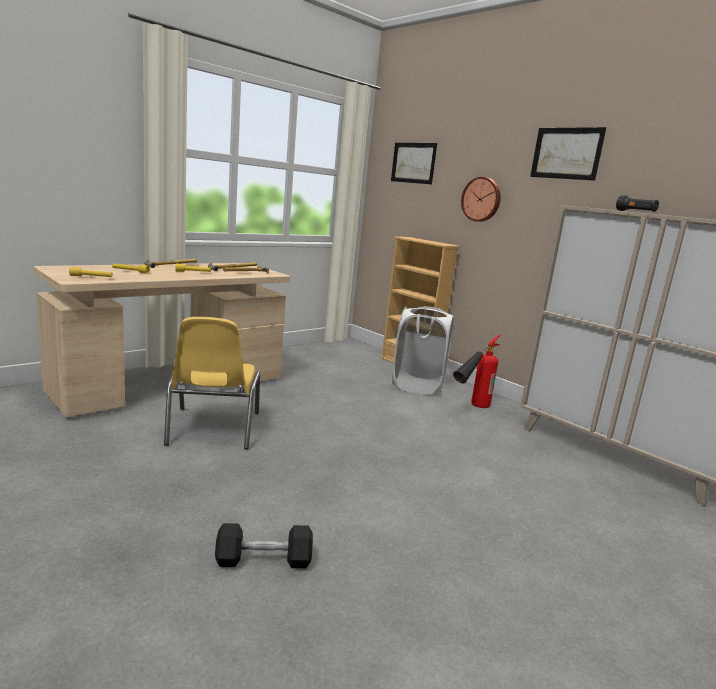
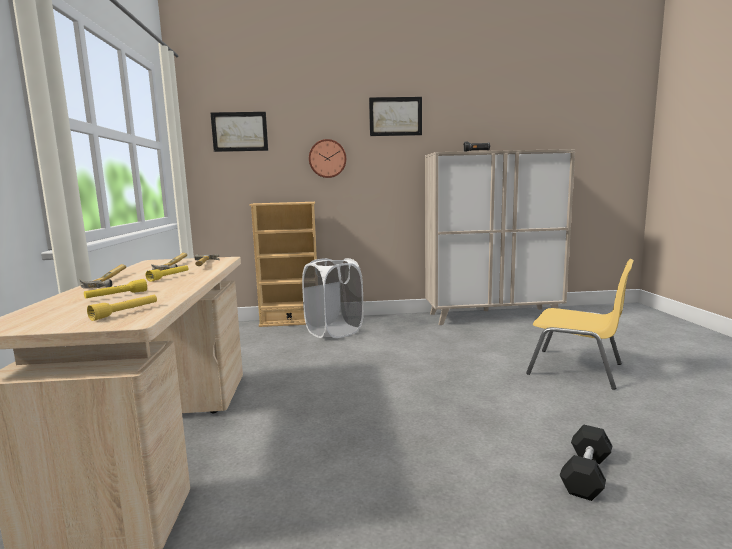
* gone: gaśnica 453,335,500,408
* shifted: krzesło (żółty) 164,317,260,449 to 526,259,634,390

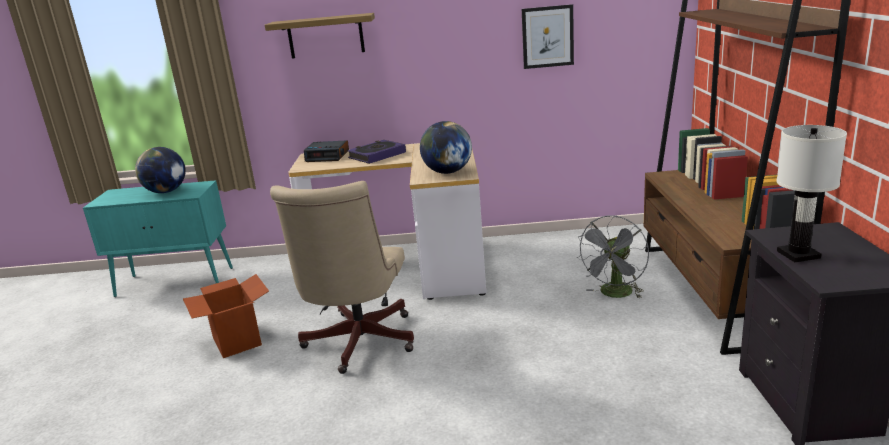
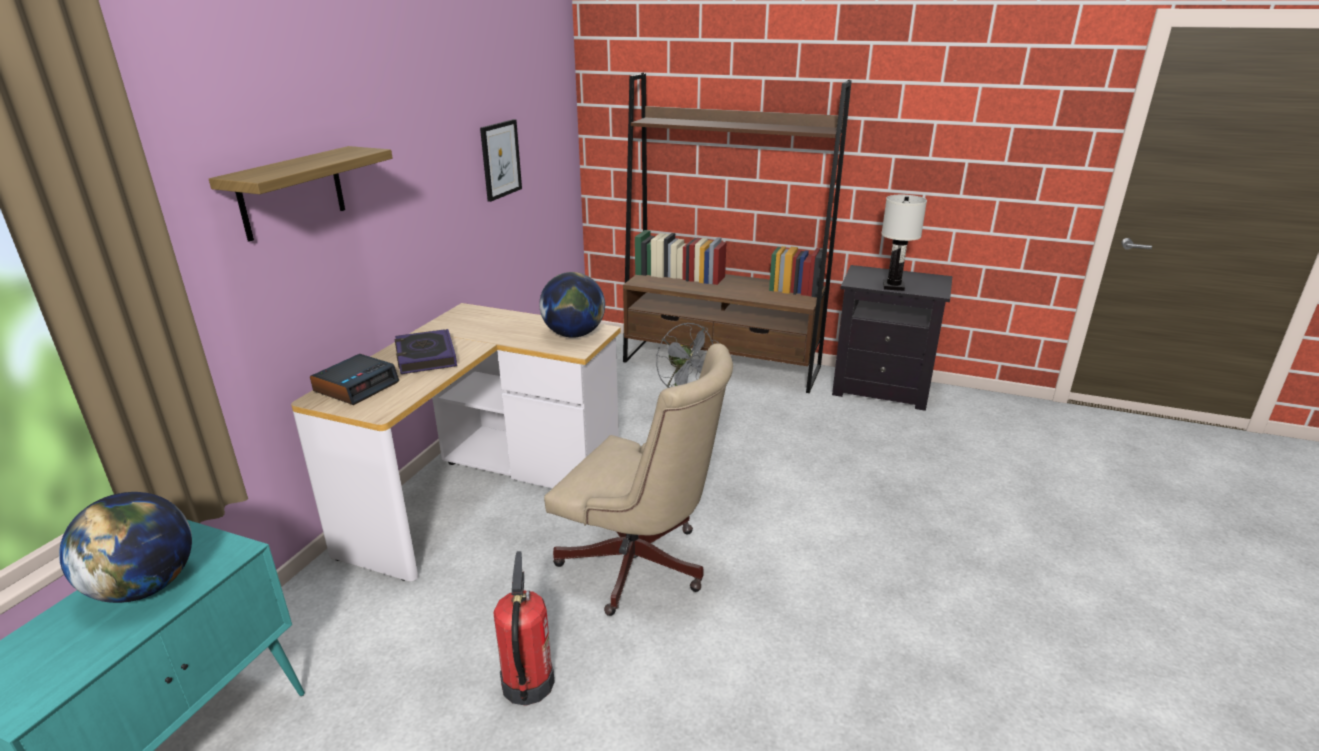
* swapped: karton 183,274,269,358 to gaśnica 493,551,555,706

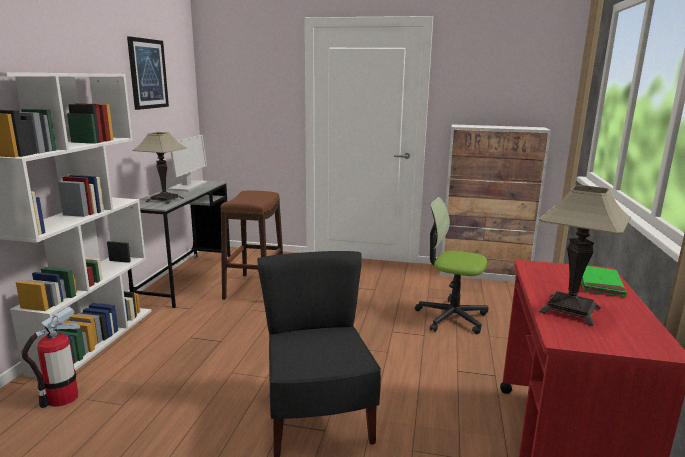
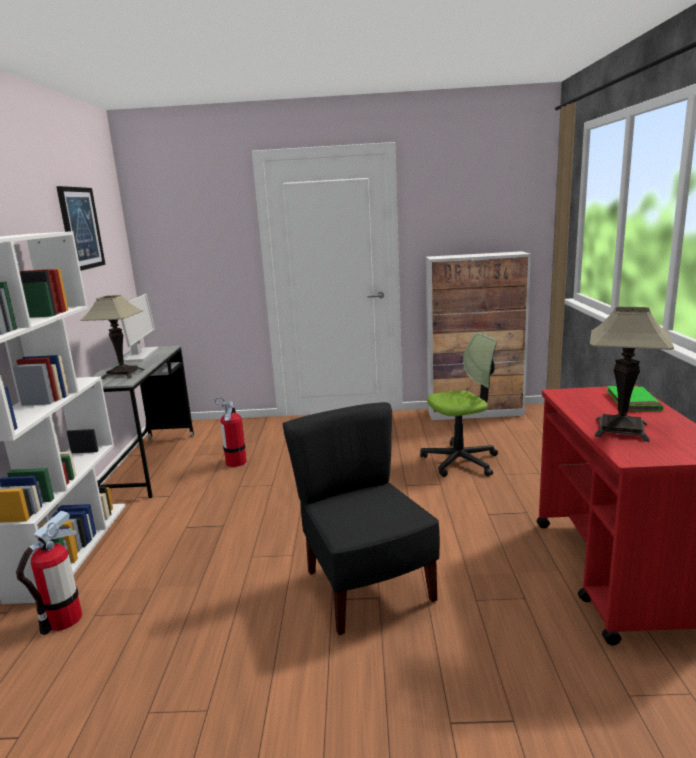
* swapped: stołek (brązowy) 221,191,283,300 to gaśnica 215,397,247,467
* rotated: krzesło biurowe 415,197,488,334 = 420,333,498,477 150 degrees clockwise

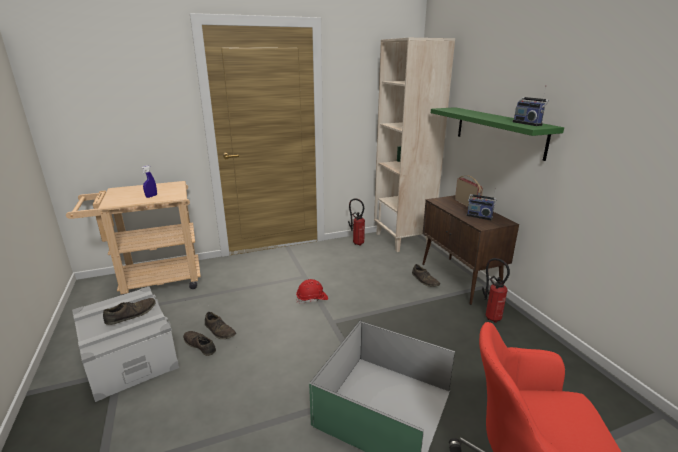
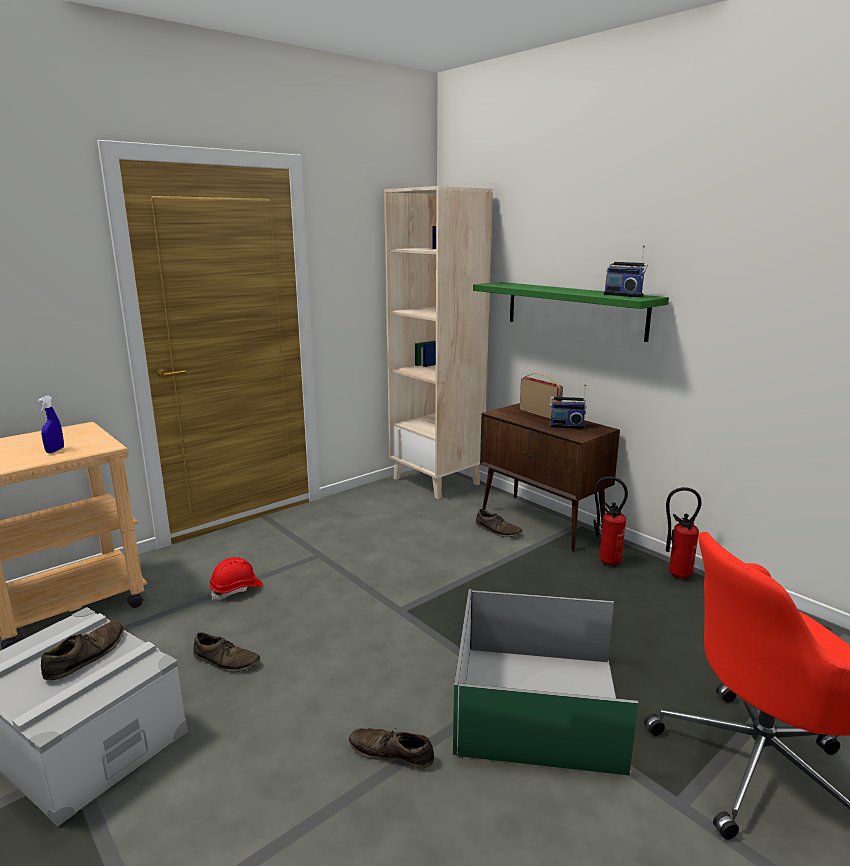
* shifted: but (brązowy) 183,331,216,356 to 349,728,434,769
* shifted: kask (czerwony) 296,279,328,304 to 209,557,263,600
* shifted: gaśnica 348,199,365,246 to 666,487,702,580

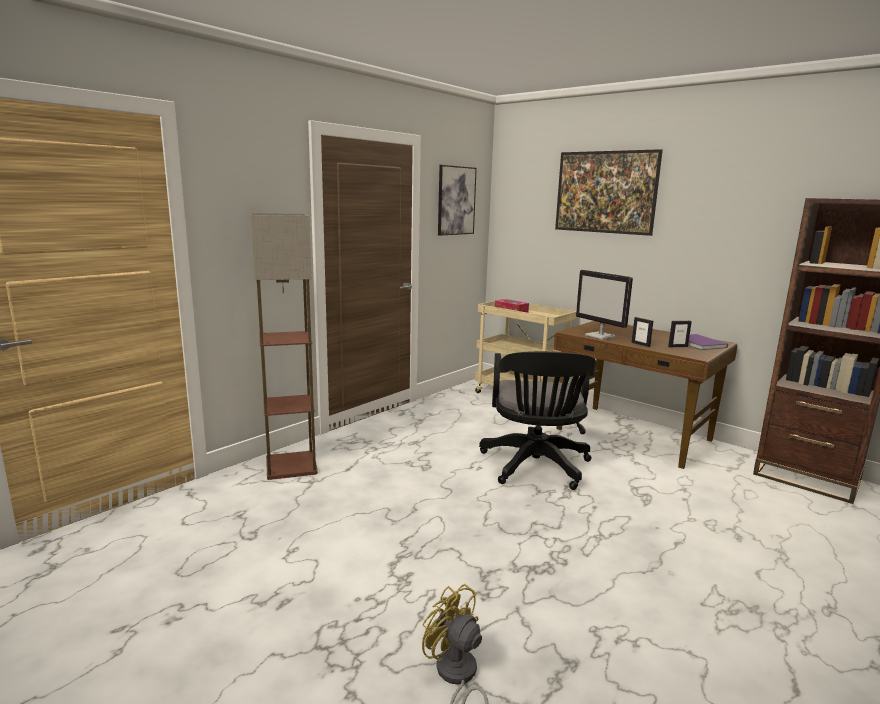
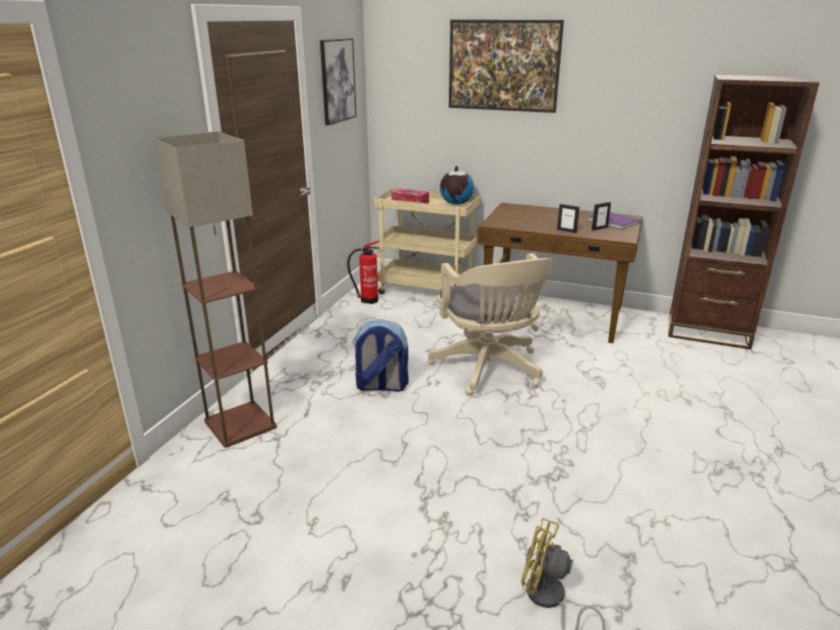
* gone: monitor 576,270,633,340
* new: gaśnica 347,241,380,304
* new: plecak 352,319,409,392
* new: globus 440,166,474,205
* repainted: krzesło biurowe (czarny) 479,351,596,490 to krzesło biurowe (beżowy) 427,253,553,396

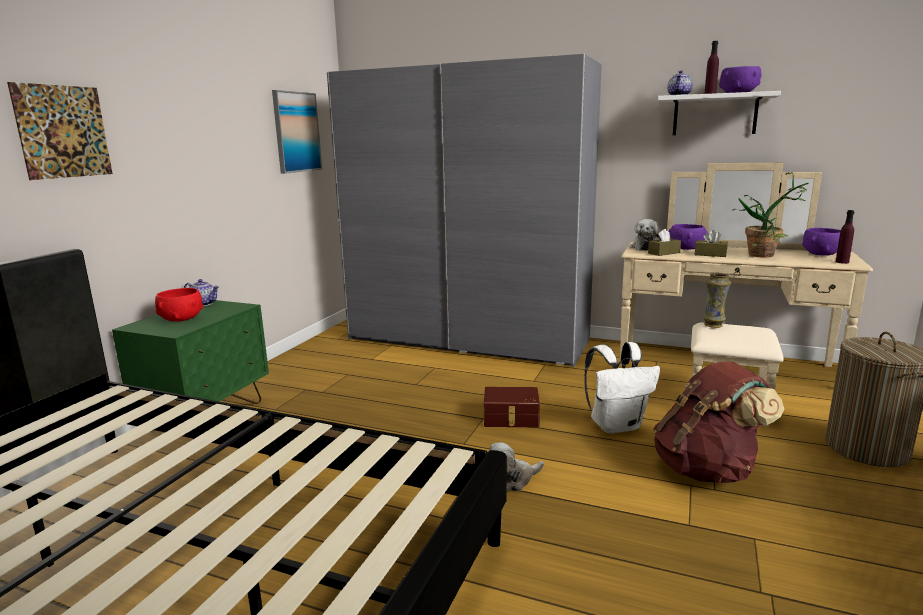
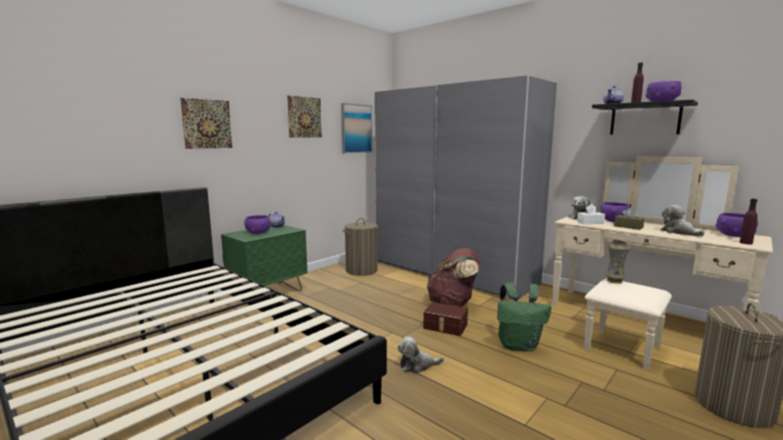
* new: obraz 287,96,322,138
* new: kosz na pranie 343,218,378,276
* shifted: plecak (brązowy) 653,361,785,483 to 427,248,481,307
* swapped: roślina doniczkowa 733,172,809,258 to pluszak 661,205,705,236
* repainted: miska (czerwony) 155,288,203,322 to miska (fioletowy) 244,215,271,234
* repainted: plecak (biały) 584,342,660,434 to plecak (zielony) 497,283,552,351
* repainted: pudełko chusteczek (brązowy) 648,229,681,256 to pudełko chusteczek (biały) 577,204,605,224
* repainted: półka (biały) 658,91,781,135 to półka (czarny) 592,100,698,135

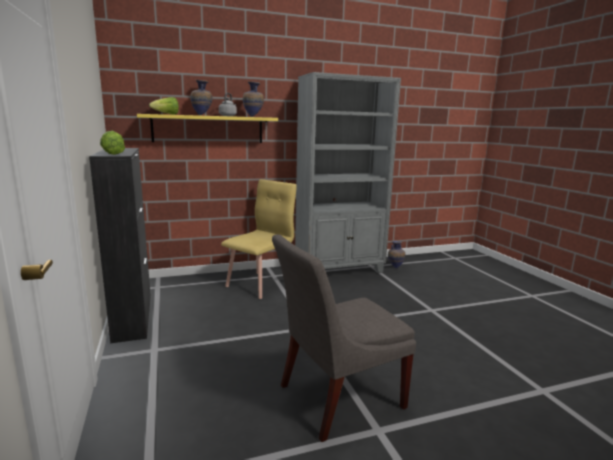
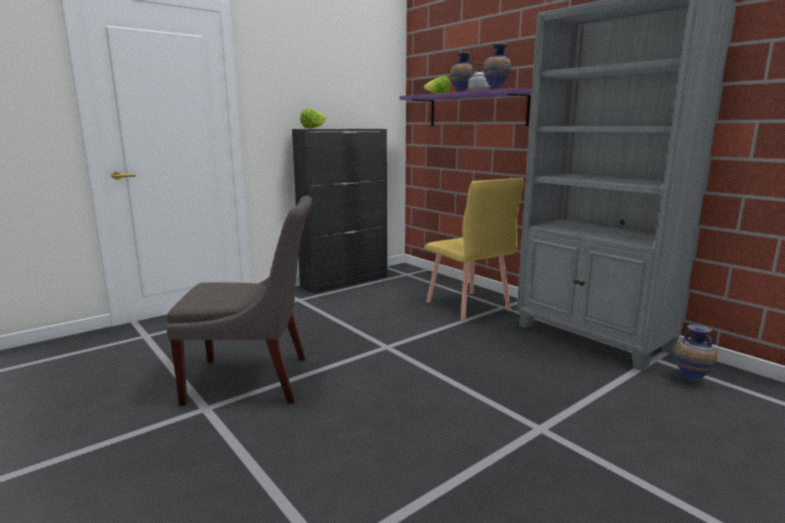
* repainted: półka (żółty) 137,114,278,143 to półka (fioletowy) 400,88,532,126
* rotated: krzesło (żółty) 221,179,297,299 = 425,178,524,321 45 degrees clockwise
* rotated: krzesło (szary) 272,234,416,442 = 166,196,312,406 135 degrees clockwise

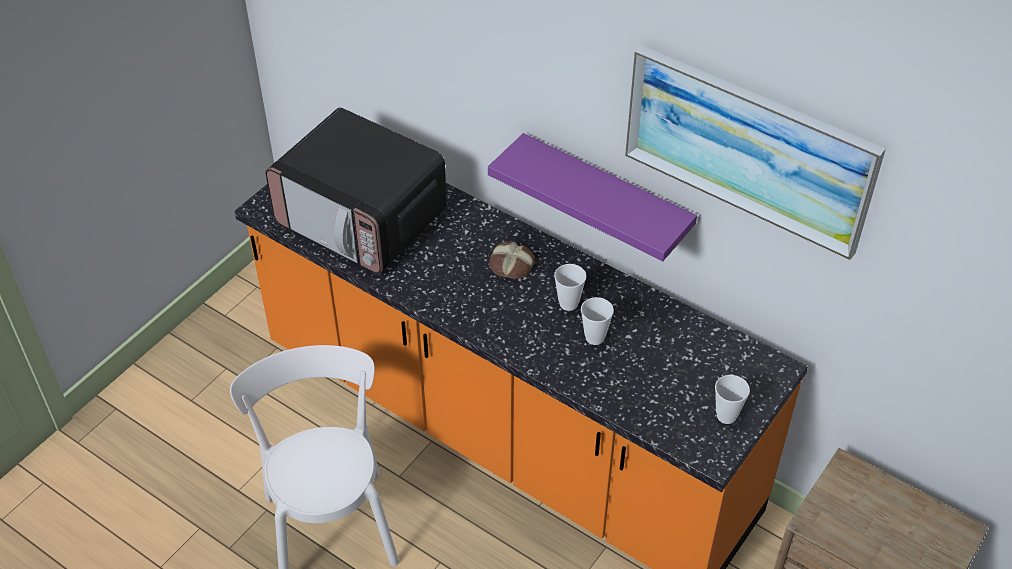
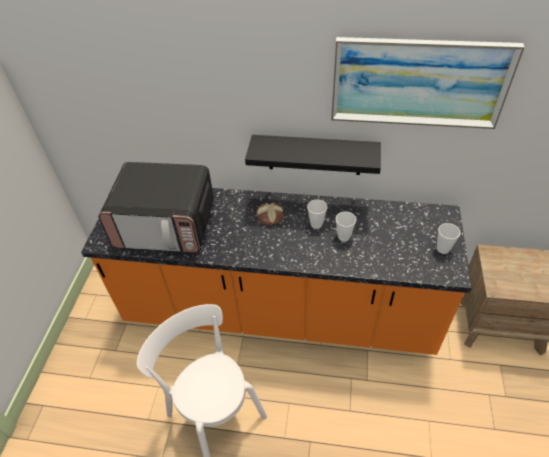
* repainted: półka (fioletowy) 488,133,697,261 to półka (czarny) 245,135,381,175

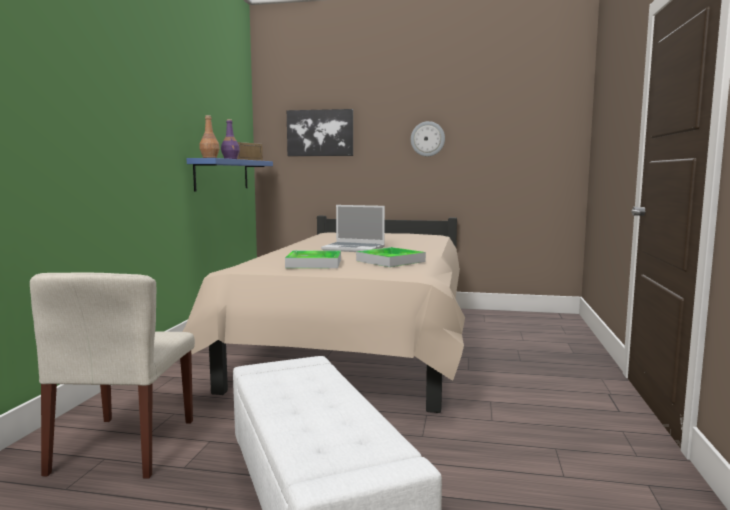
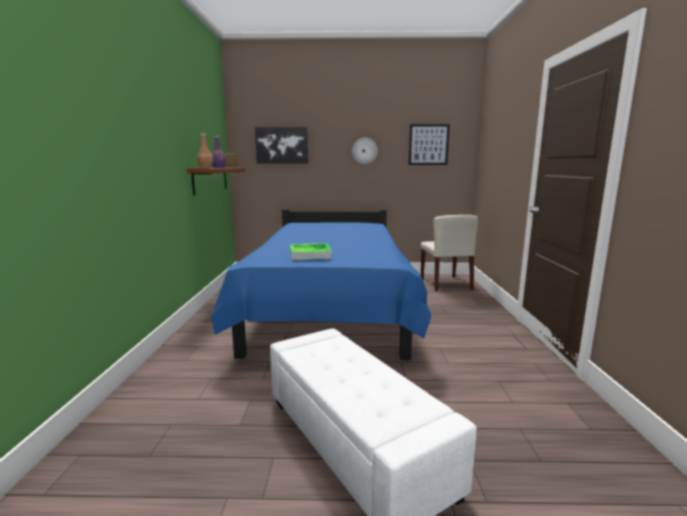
* gone: laptop 321,205,385,252
* gone: taca 356,247,426,267
* new: obraz 408,124,450,165
* shifted: krzesło (beżowy) 30,273,195,479 to 421,215,478,291
* repainted: łóżko (beżowy) 183,216,465,413 to łóżko (niebieski) 211,209,431,360
* repainted: półka (niebieski) 186,158,273,192 to półka (brązowy) 187,168,246,195

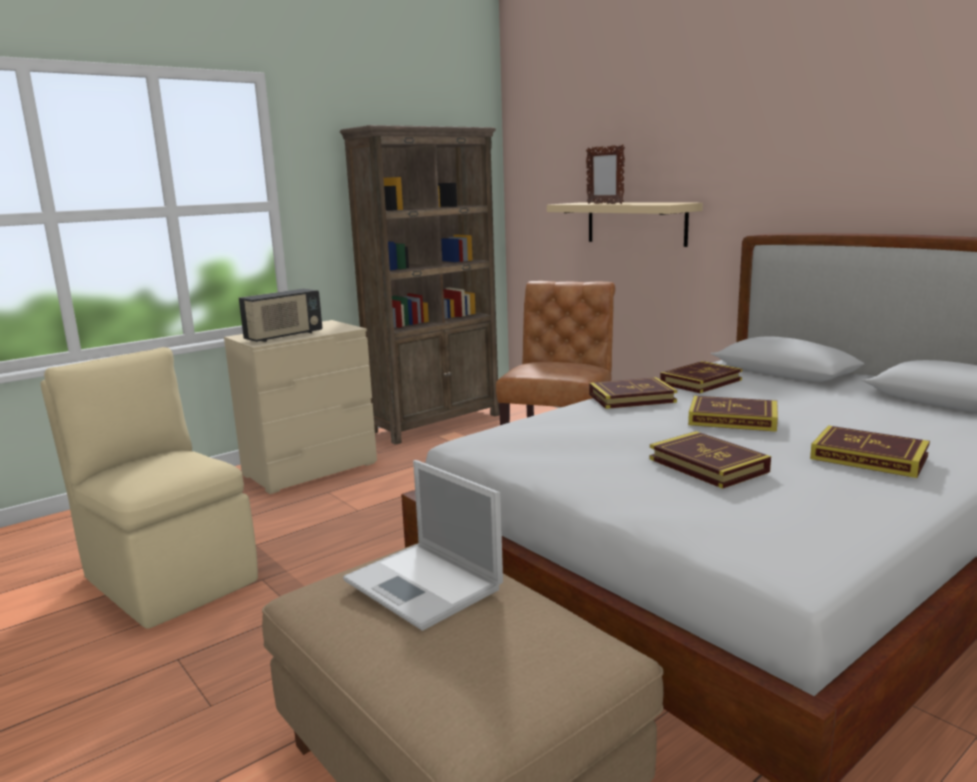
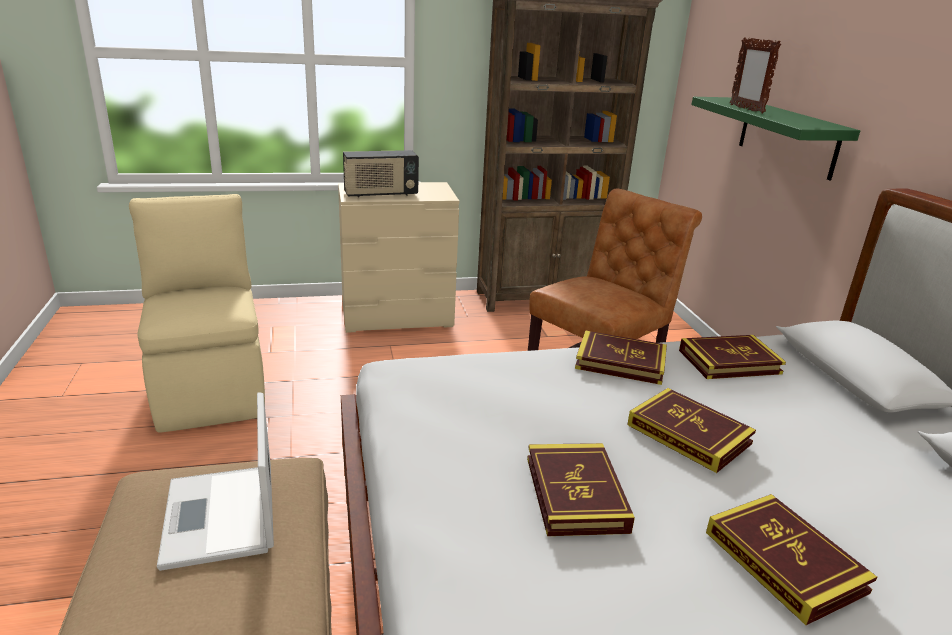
* repainted: półka (beżowy) 547,203,703,247 to półka (zielony) 691,97,860,181

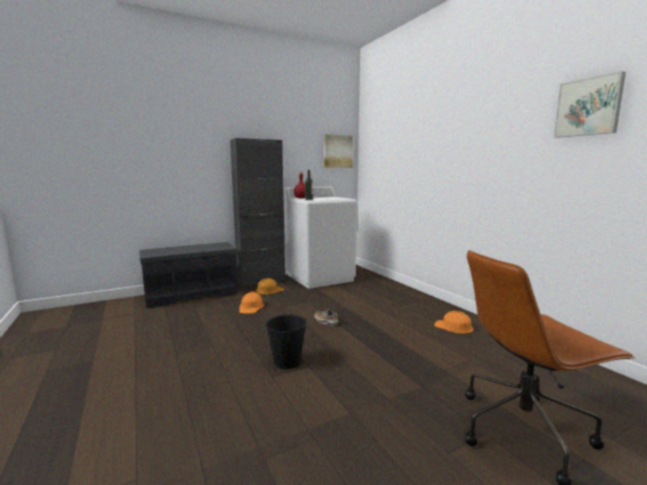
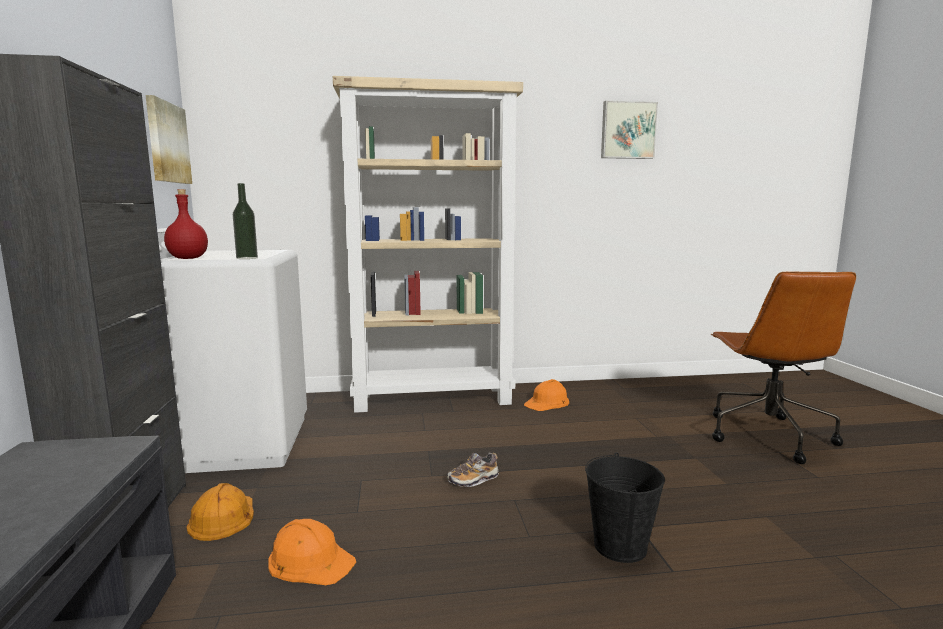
* new: regał (beżowy) 333,76,523,413

